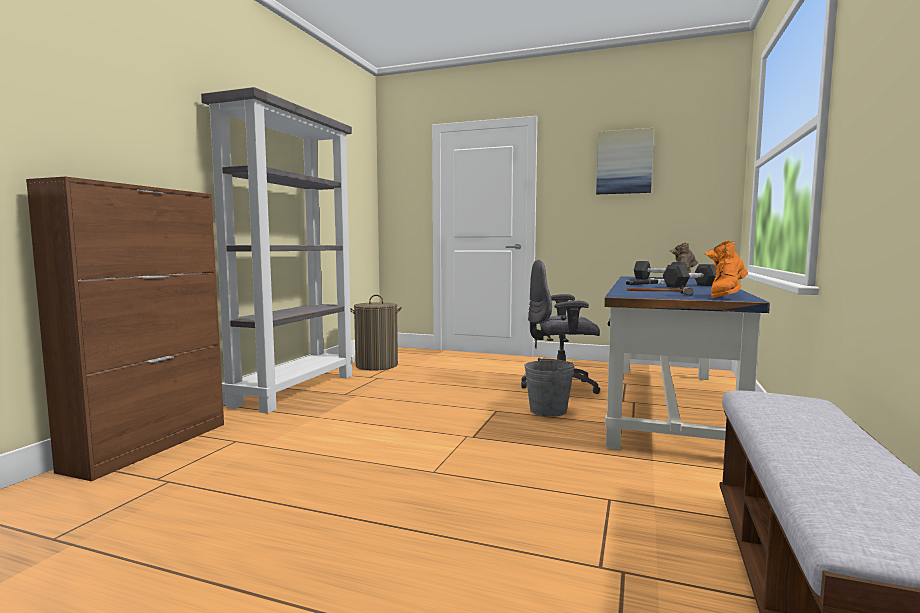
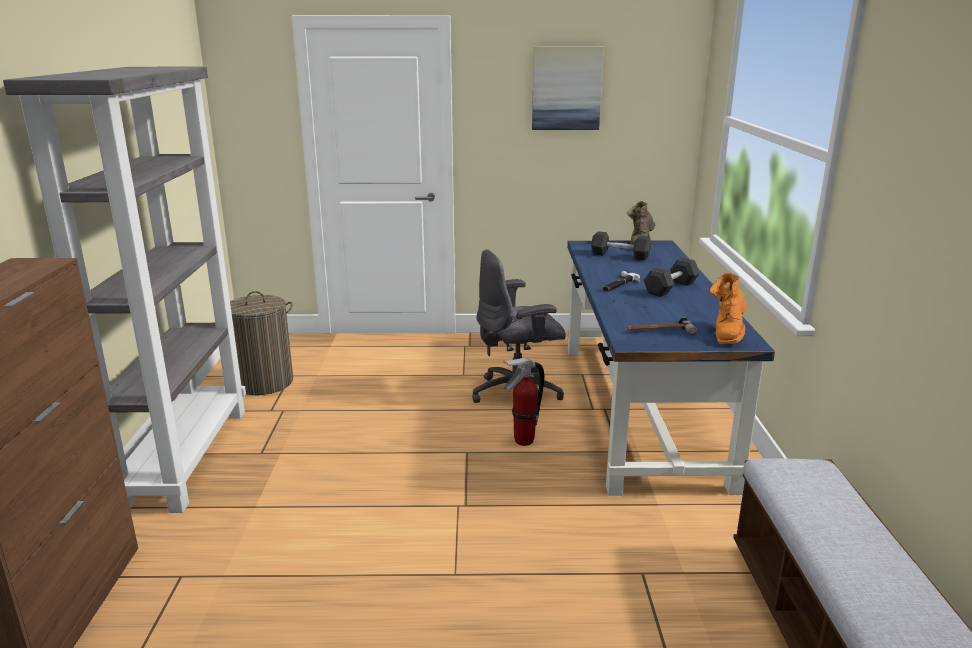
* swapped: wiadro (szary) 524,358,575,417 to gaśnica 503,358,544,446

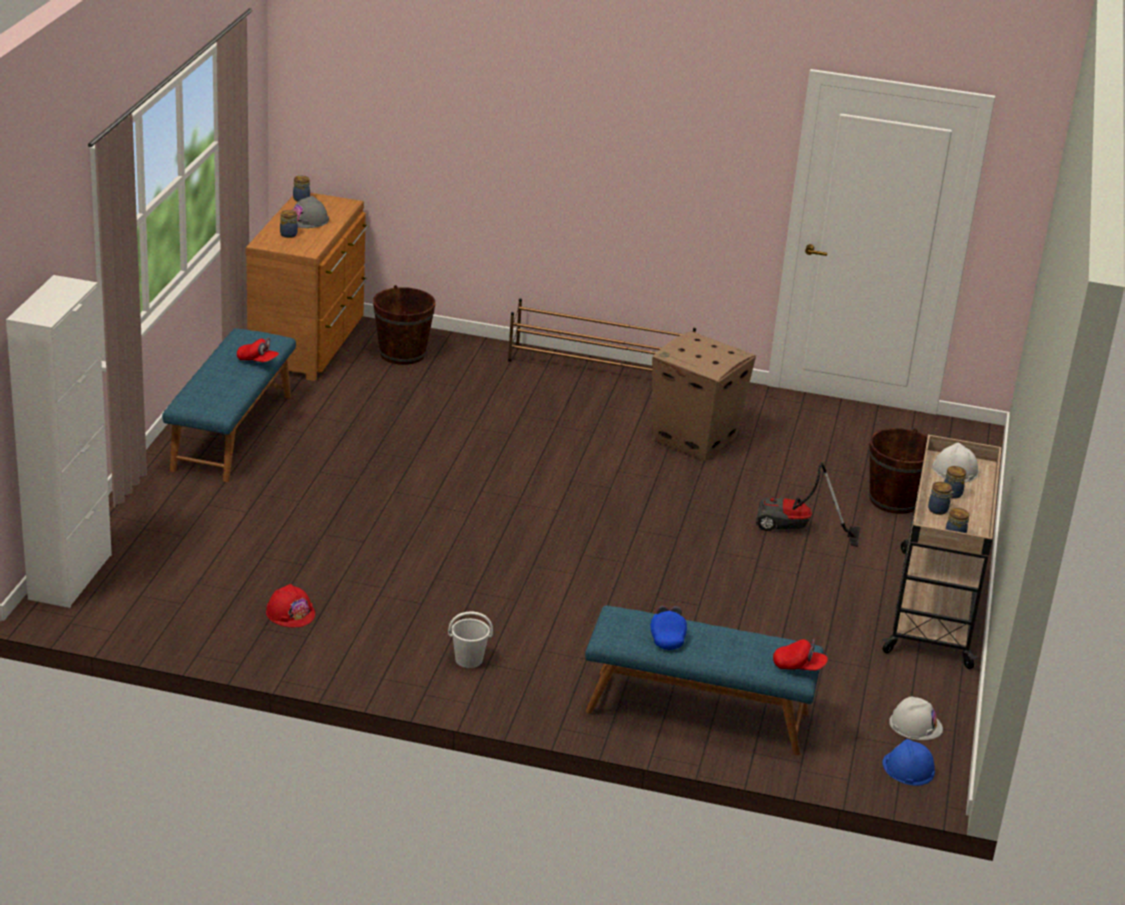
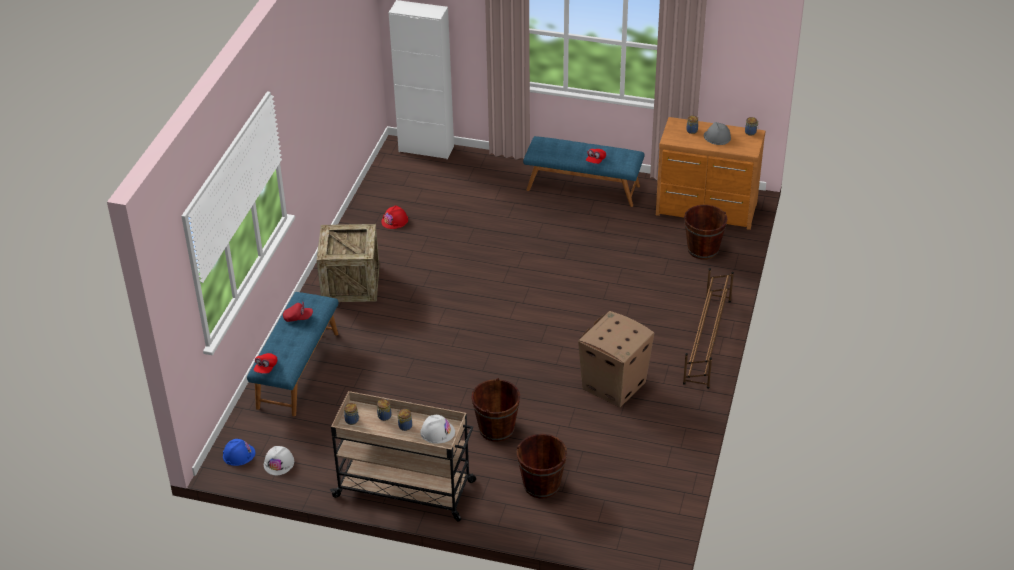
* swapped: wiadro (biały) 448,612,493,668 to skrzynka 317,224,379,302
* swapped: odkurzacz 756,462,860,547 to wiadro (brązowy) 471,378,520,442
* repainted: czapka z daszkiem (niebieski) 651,606,687,650 to czapka z daszkiem (czerwony) 283,302,313,322

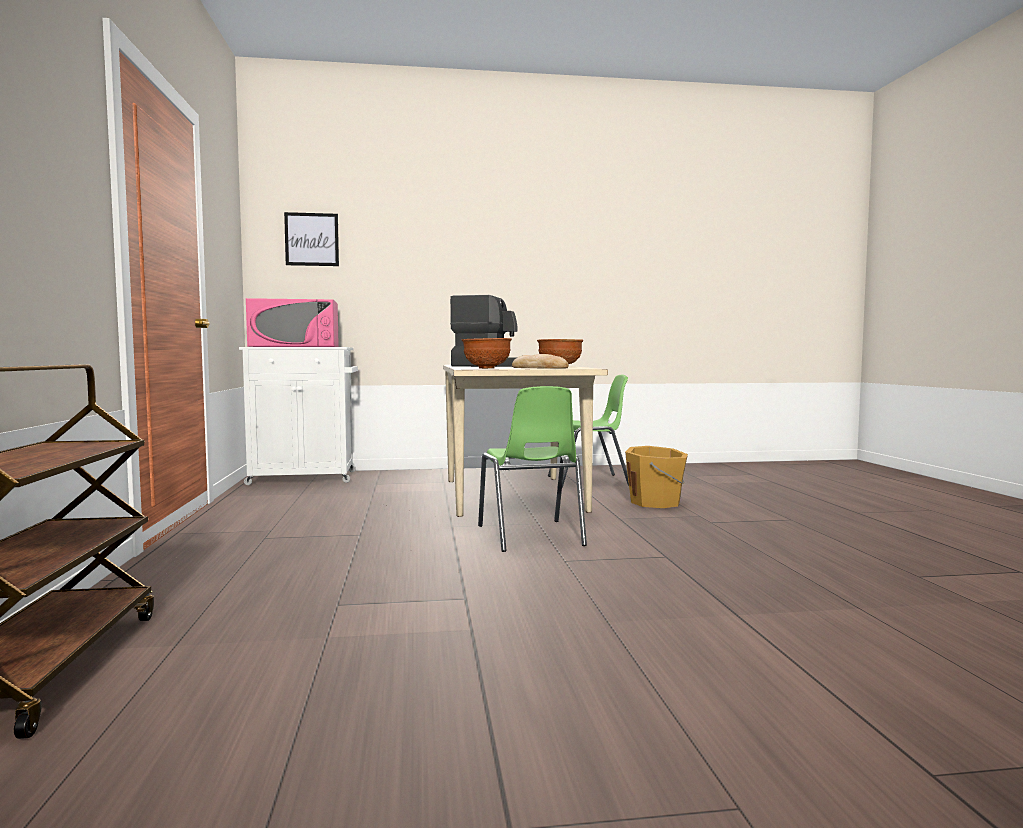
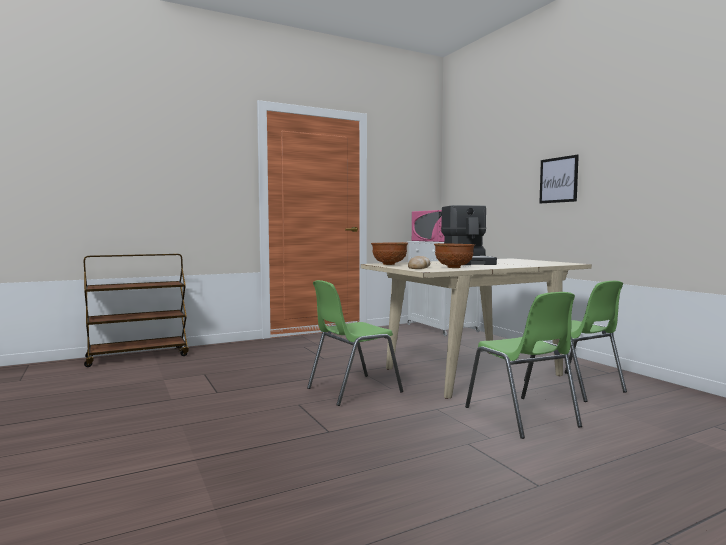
* shifted: obraz 284,212,339,266 to 539,155,579,203
* swapped: wiadro (pomarańczowy) 625,446,688,508 to krzesło (zielony) 465,292,582,439

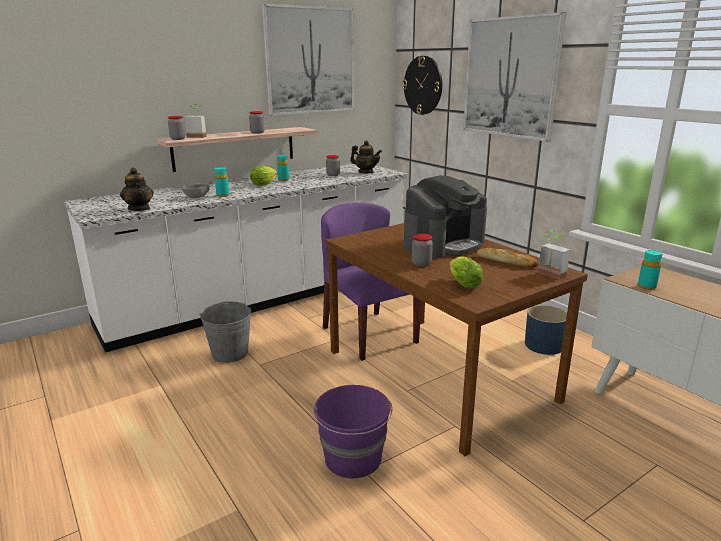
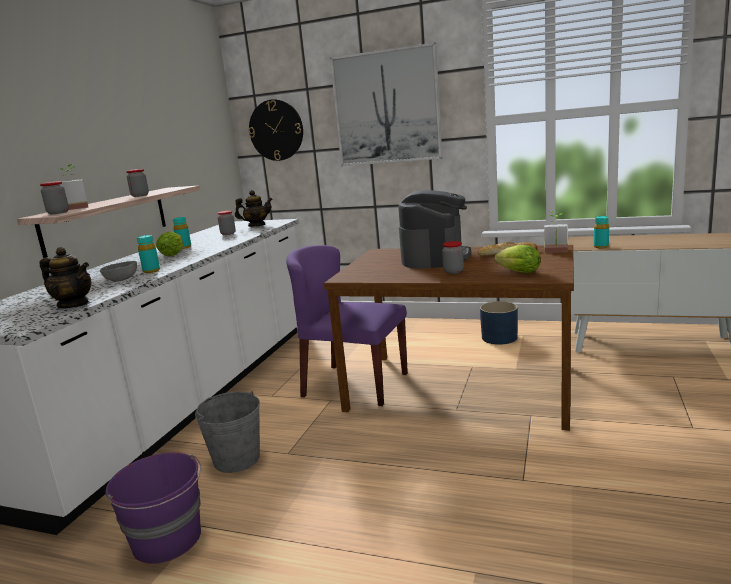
* gone: obraz 262,4,355,116
* shifted: wiadro (fioletowy) 313,385,393,478 to 106,452,201,564

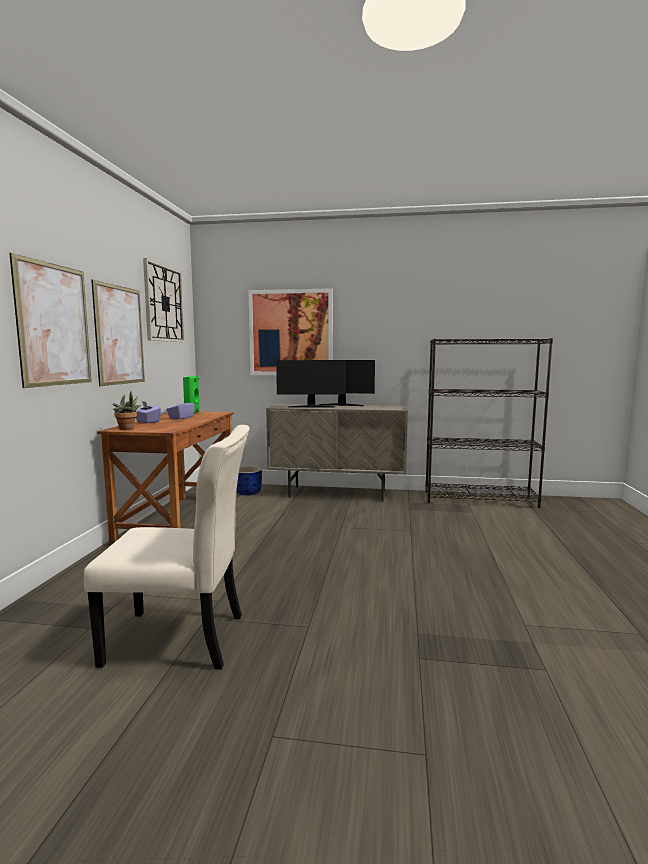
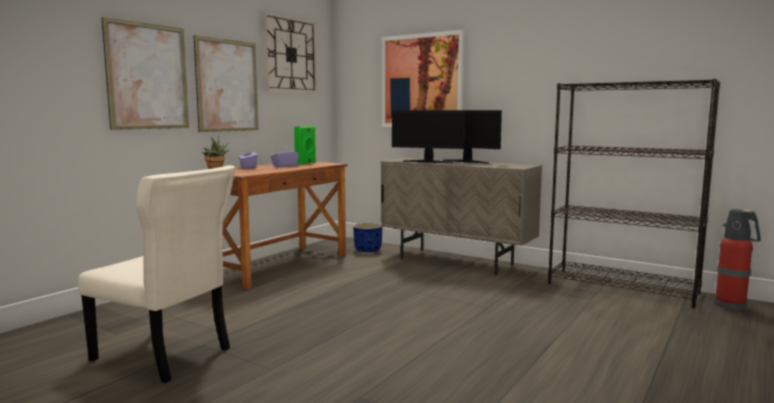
* new: gaśnica 714,209,761,310

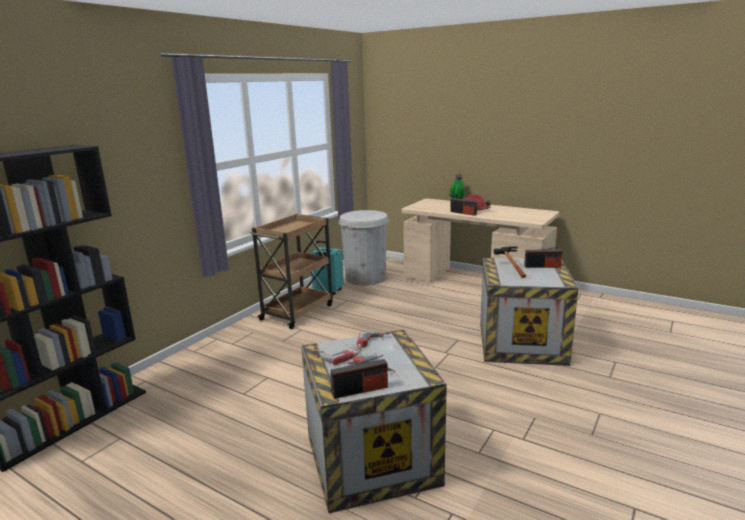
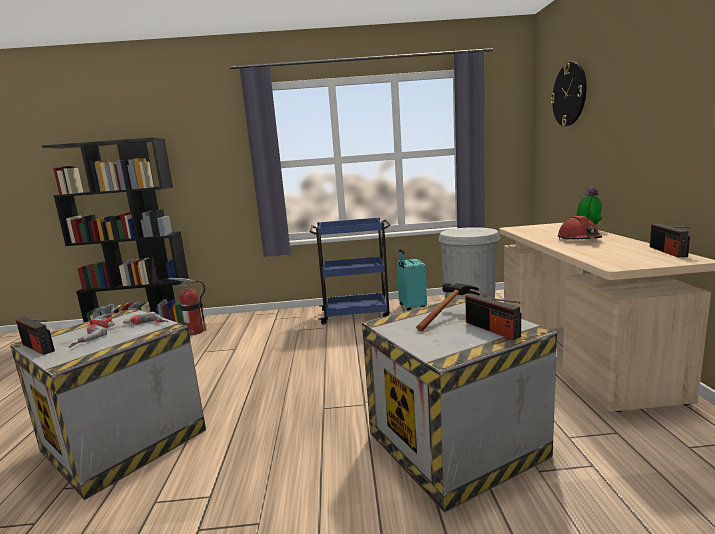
* new: gaśnica 168,278,206,335
* new: zegar ścienny 551,62,587,126
* shifted: radio 450,198,477,216 to 650,223,690,257
* repainted: wózek (brązowy) 250,214,333,329 to wózek (niebieski) 310,217,391,325

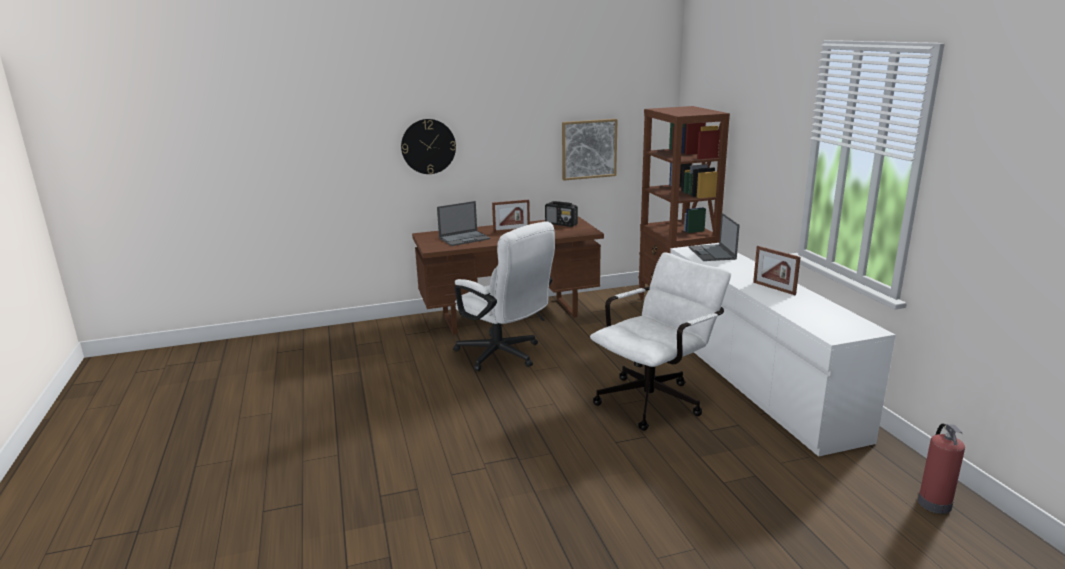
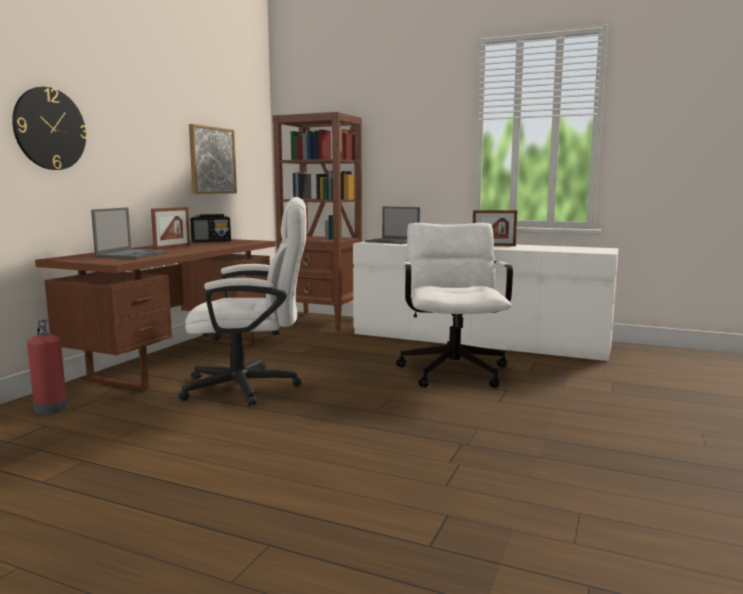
* shifted: gaśnica 918,423,965,514 to 27,320,68,414

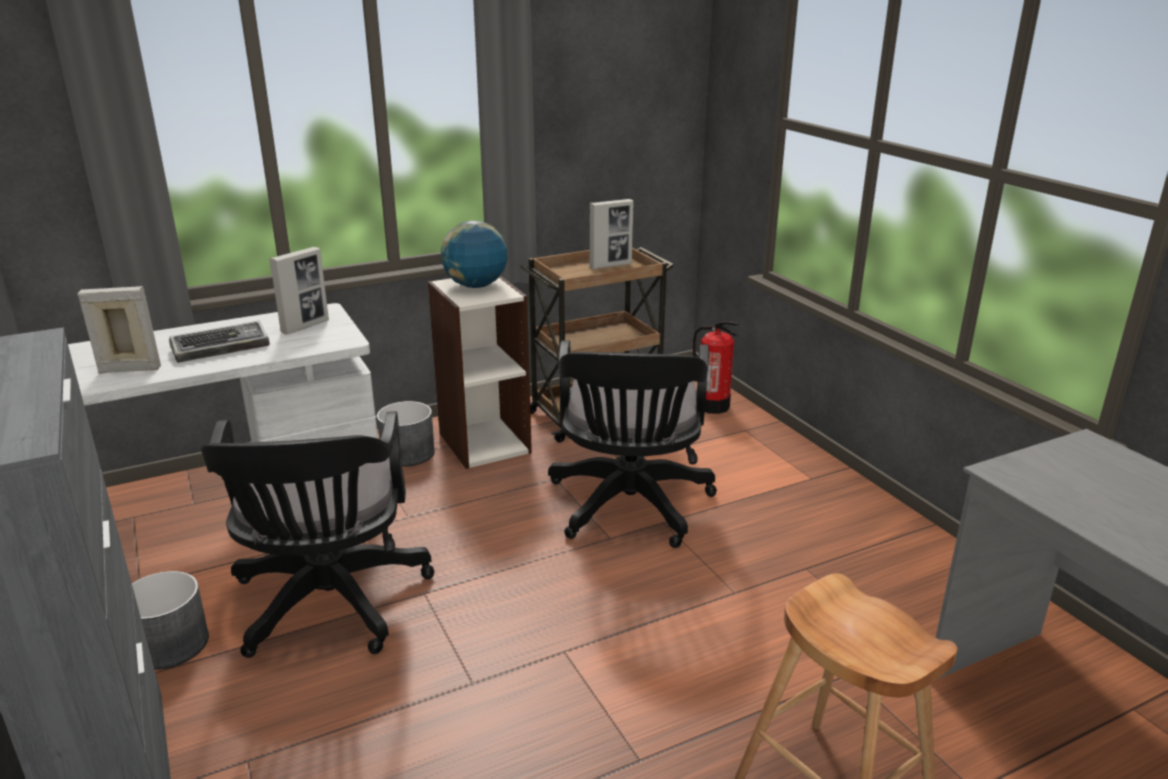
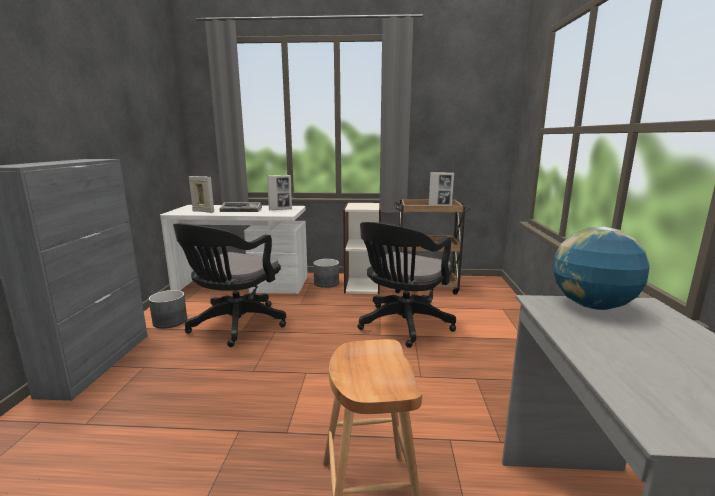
* gone: gaśnica 693,321,739,414
* shifted: globus 441,221,508,288 to 553,227,650,310

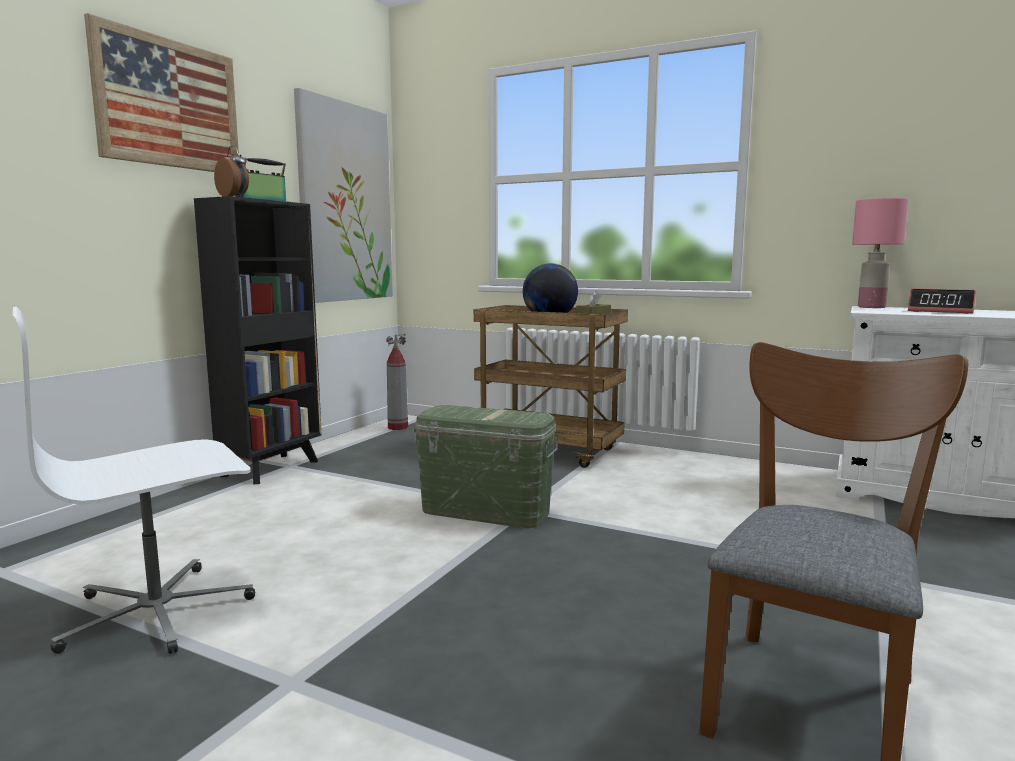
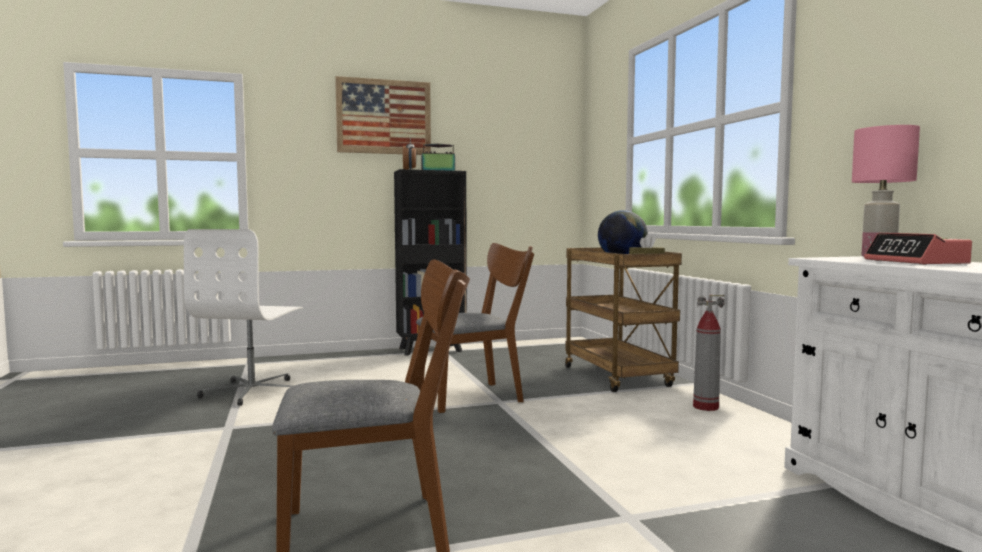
* gone: obraz 294,88,393,303
* shifted: gaśnica 386,334,408,430 to 693,295,725,411
* swapped: pojemnik do przechowywania (zielony) 413,405,559,528 to krzesło (brązowy) 416,243,534,413
* rotated: krzesło biurowe (biały) 13,307,255,654 = 184,229,303,406 90 degrees counterclockwise

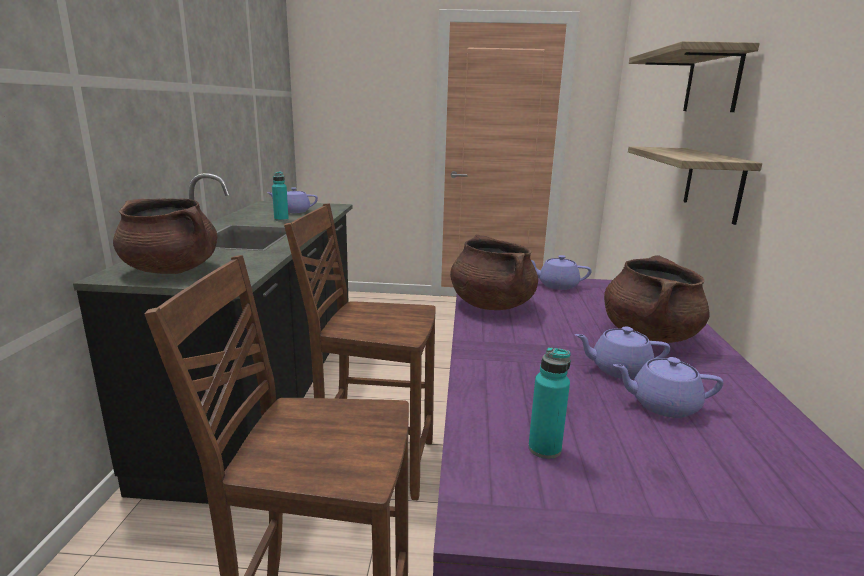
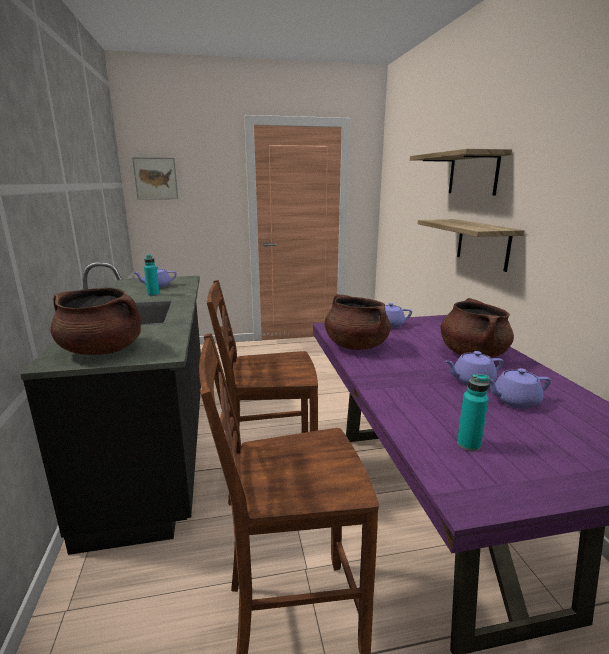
* new: obraz 132,157,178,200

